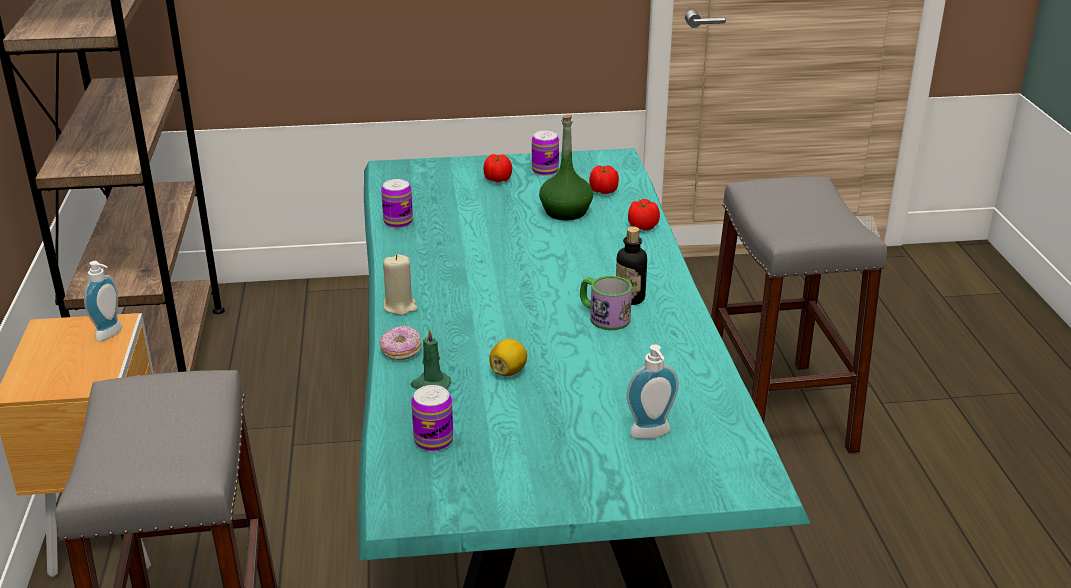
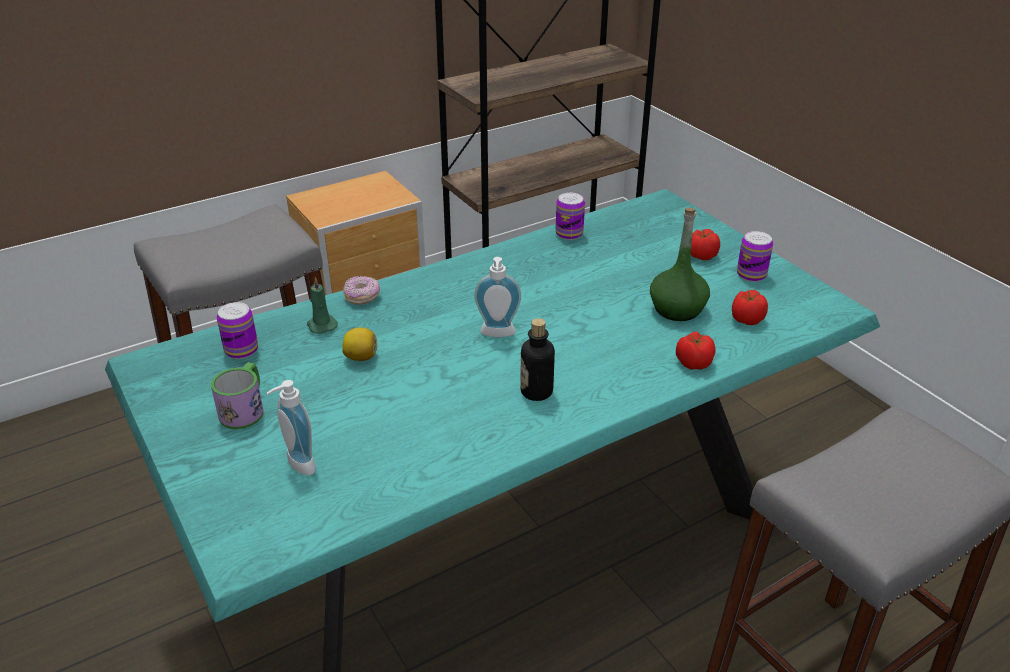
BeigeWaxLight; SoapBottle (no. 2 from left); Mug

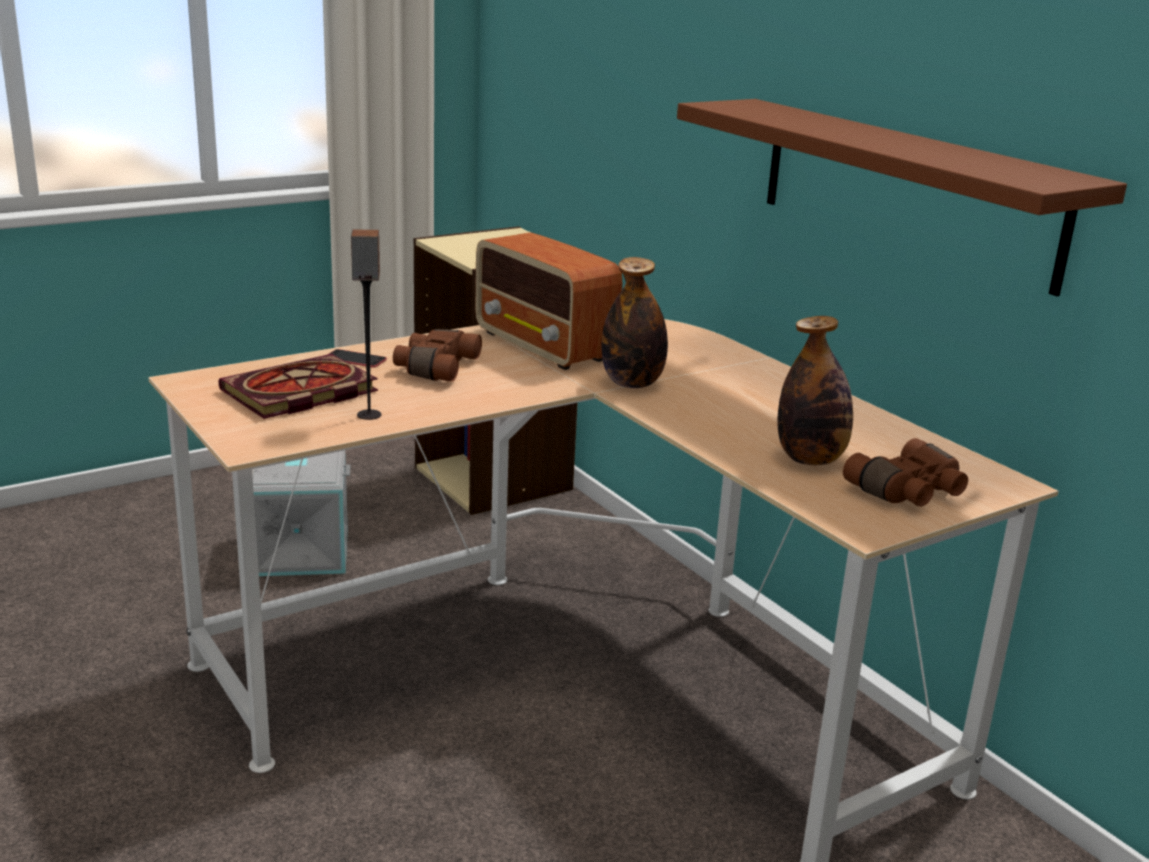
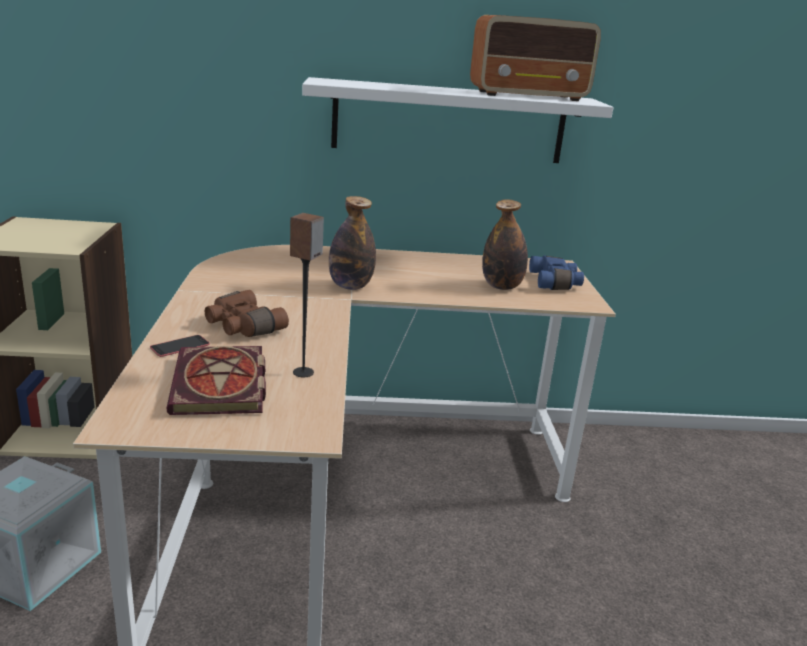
WhiteColouredShelf; RadioSet; BluishFieldGlasses

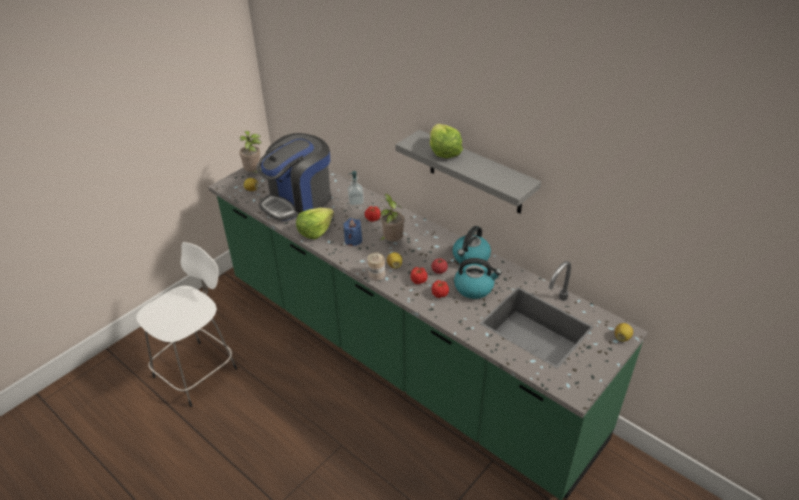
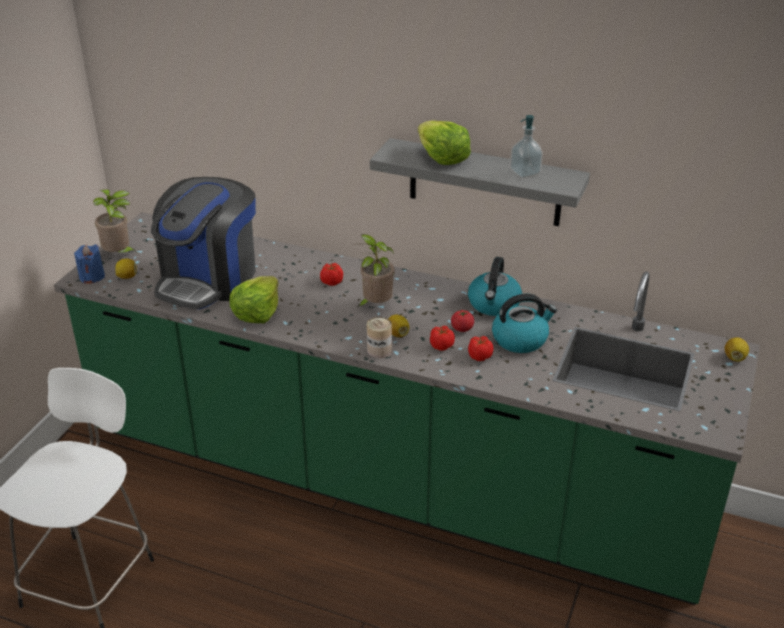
SoapBottle; BluishWaxLight

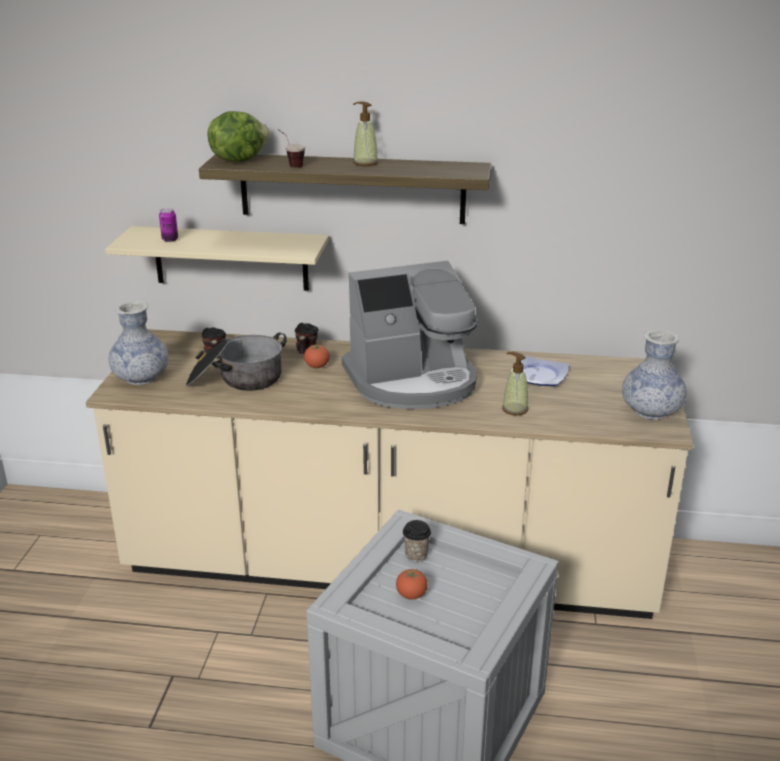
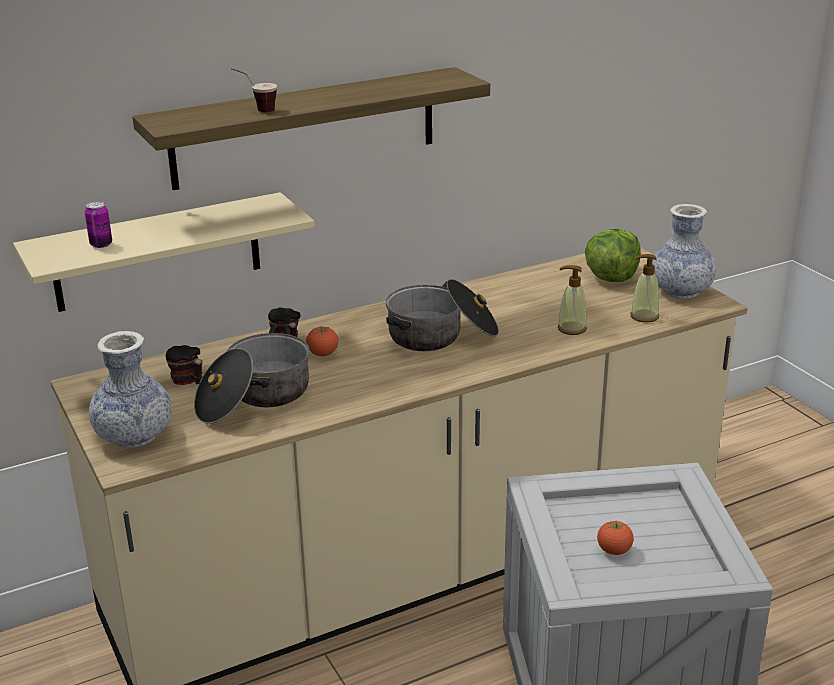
SoapBottle (no. 2 from left); HeadOfLettuce; CookingPot (no. 2 from left); DinnerPlate; DrinkingCup (no. 2 from left in the first image)

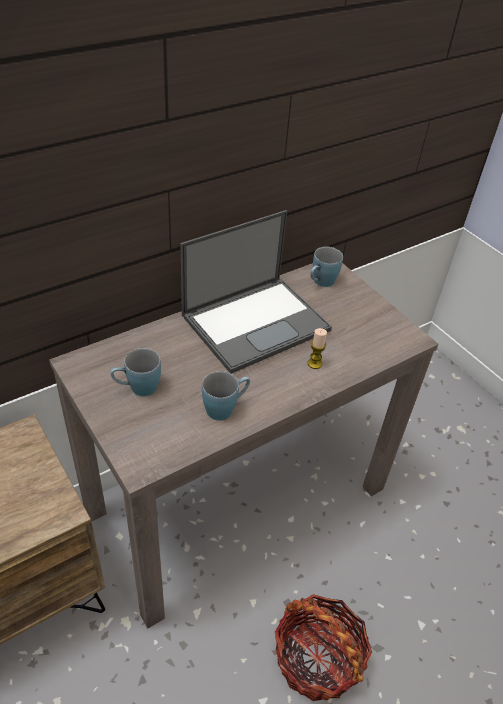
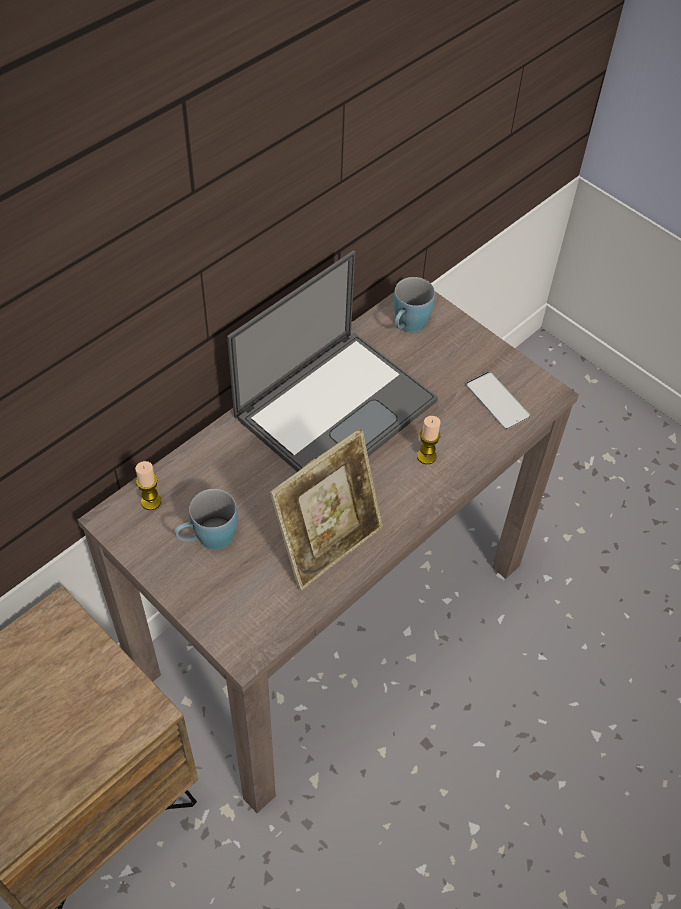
PictureFrame; StorageBasket; Telephone; WaxLight (no. 1 from left)

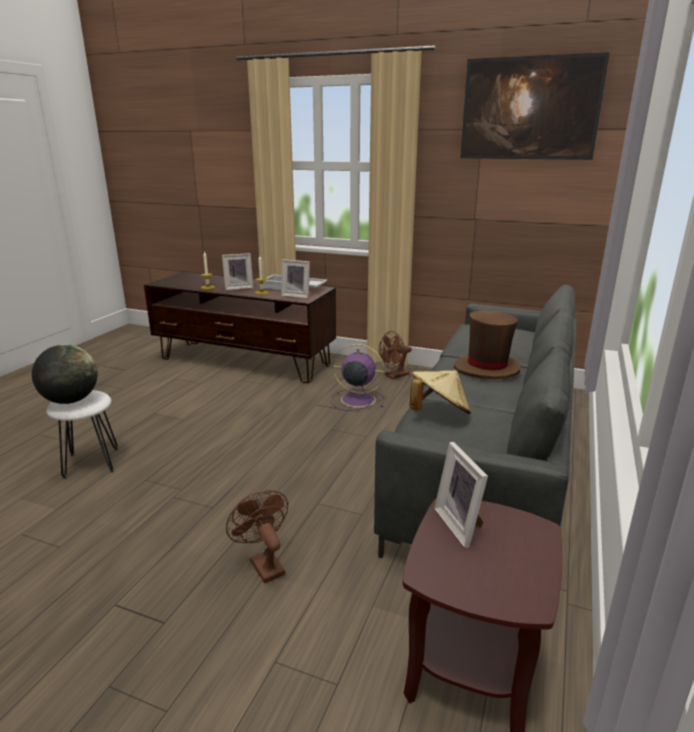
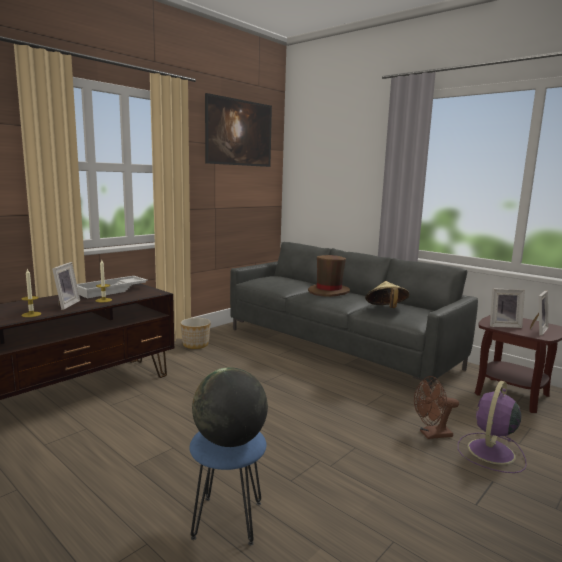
PictureFrame (no. 3 from left); PlantPot; PurpleElectricFan; BluishStoolSeat

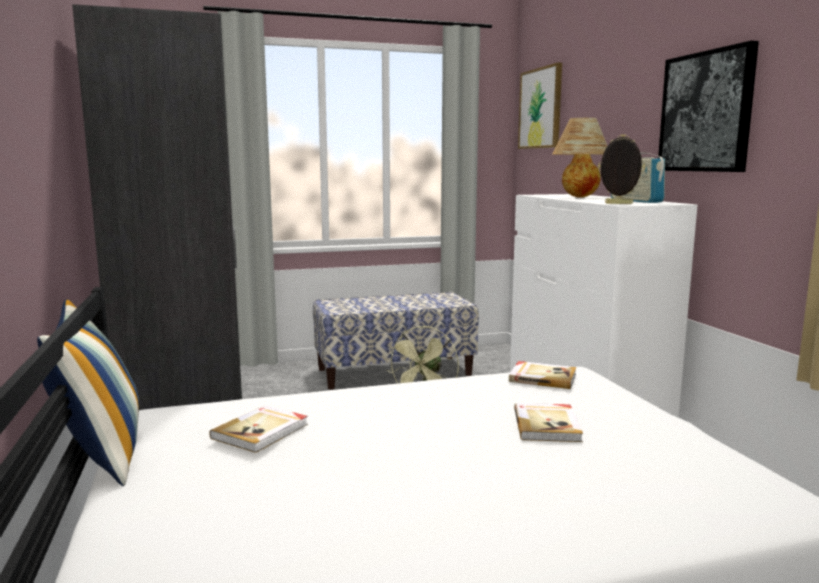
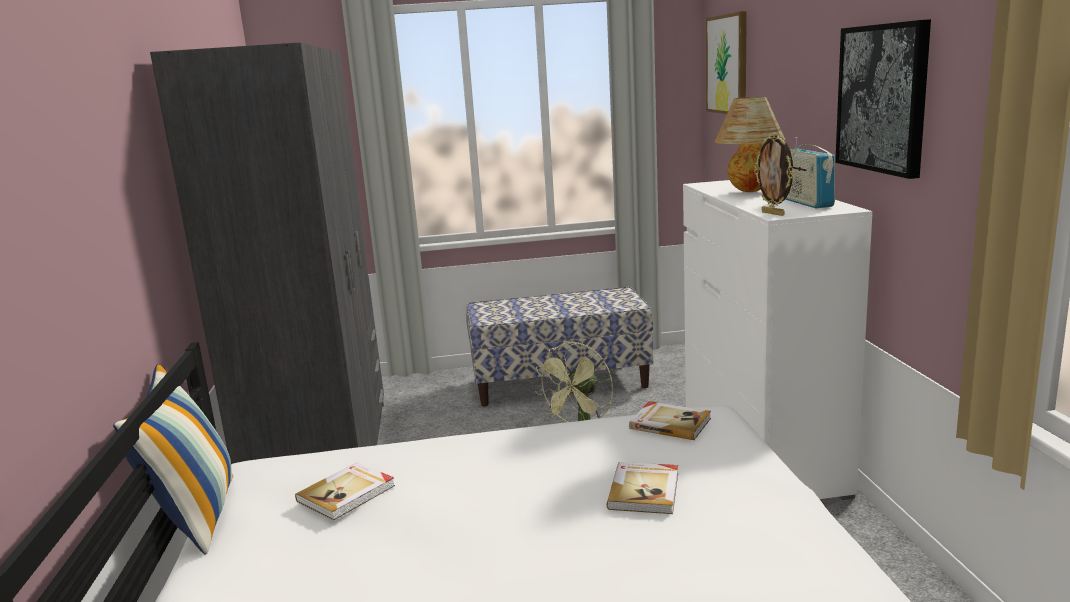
PictureFrame

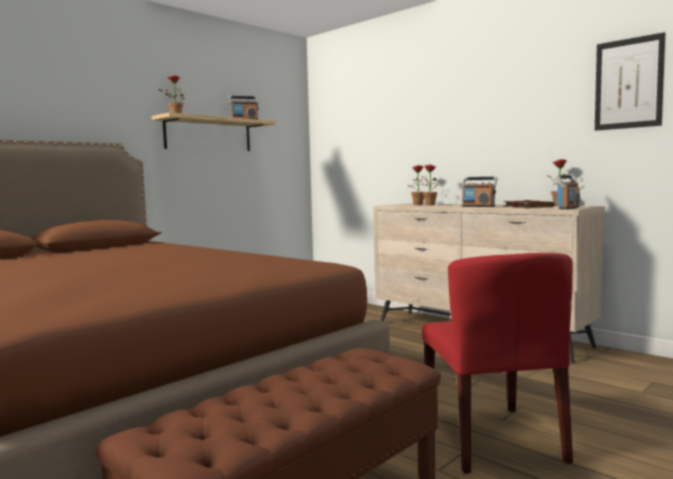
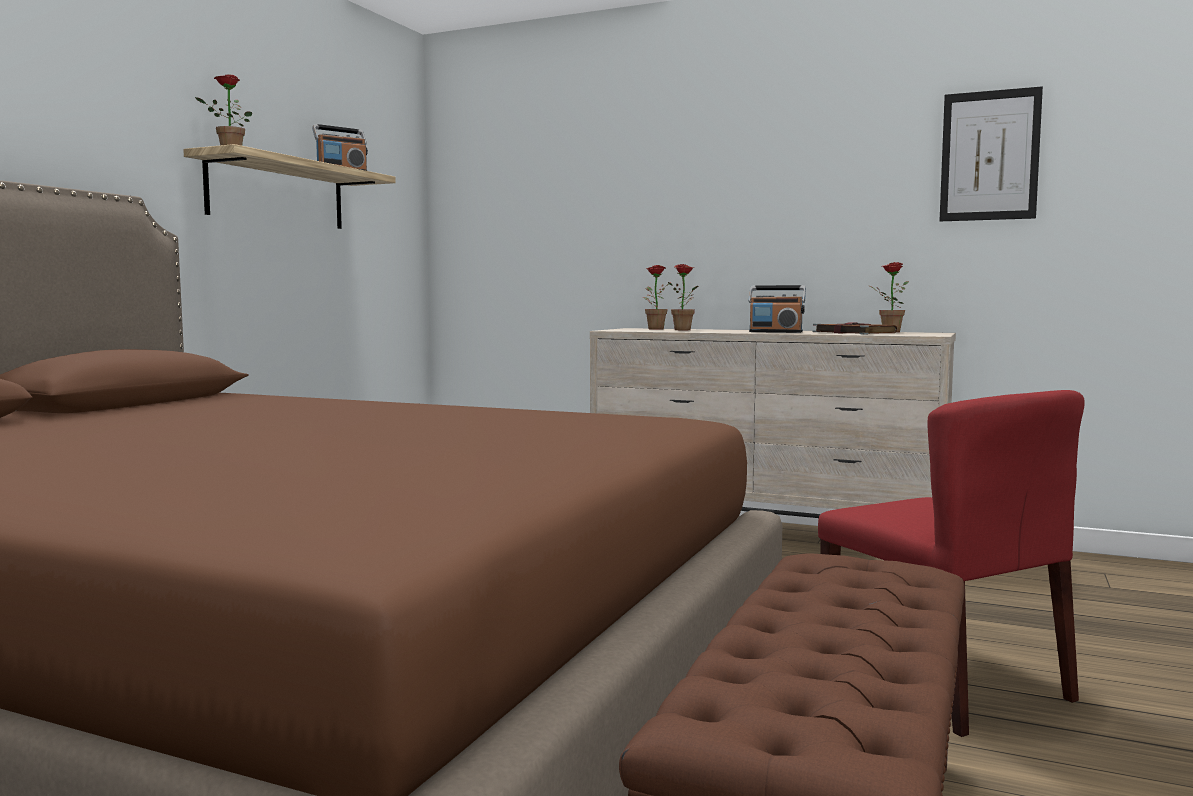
RadioSet (no. 3 from left in the first image)

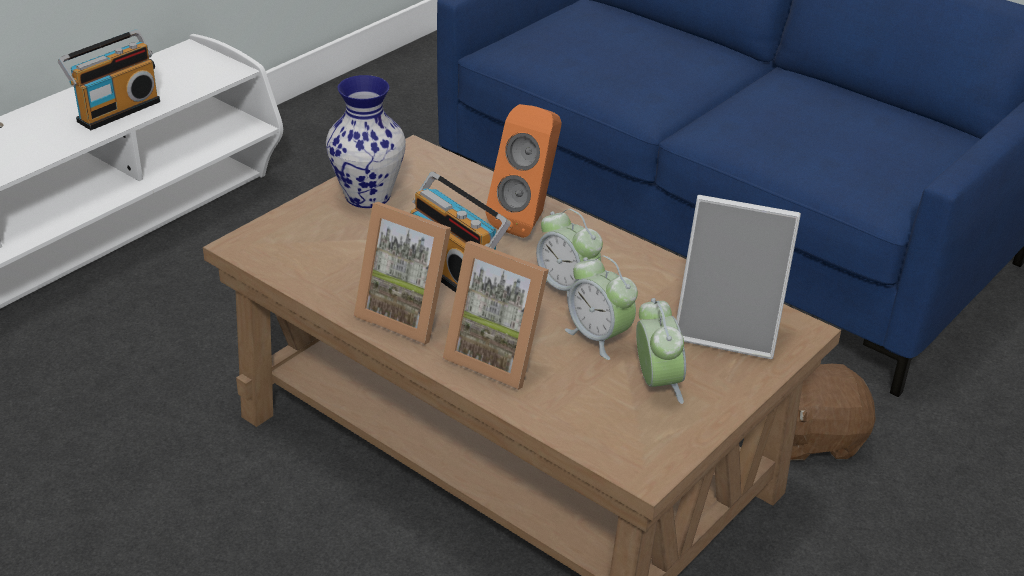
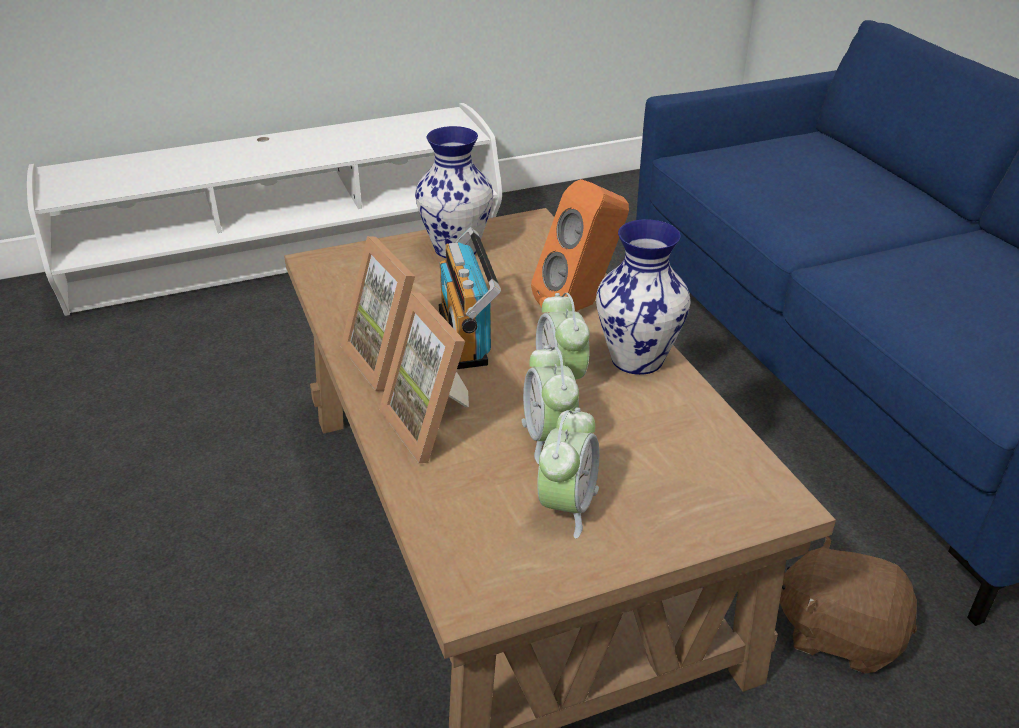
RadioSet (no. 1 from left in the first image); PictureFrame (no. 3 from left in the first image); Vase (no. 2 from left)

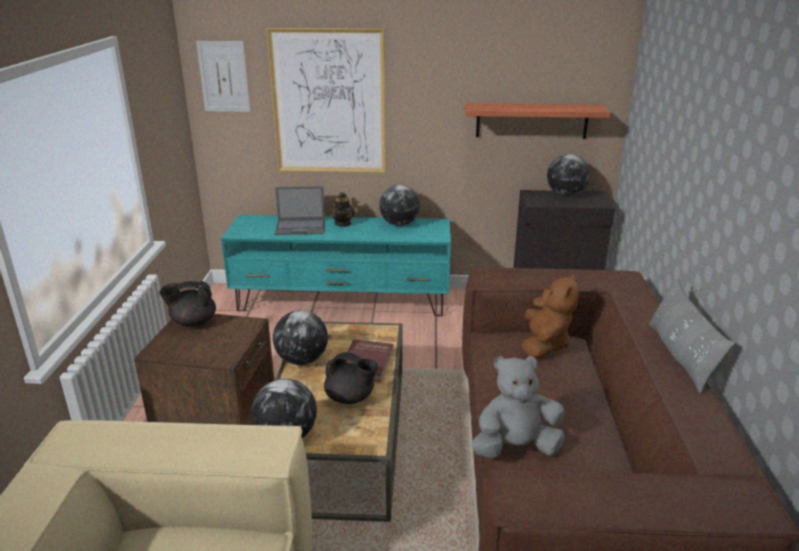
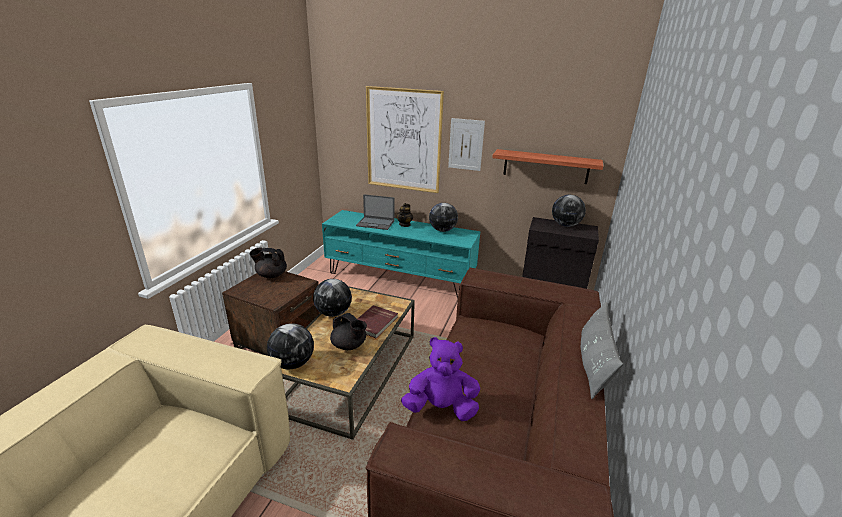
WallArt (no. 2 from left); BrownPlushToy; PurplePlushToy

